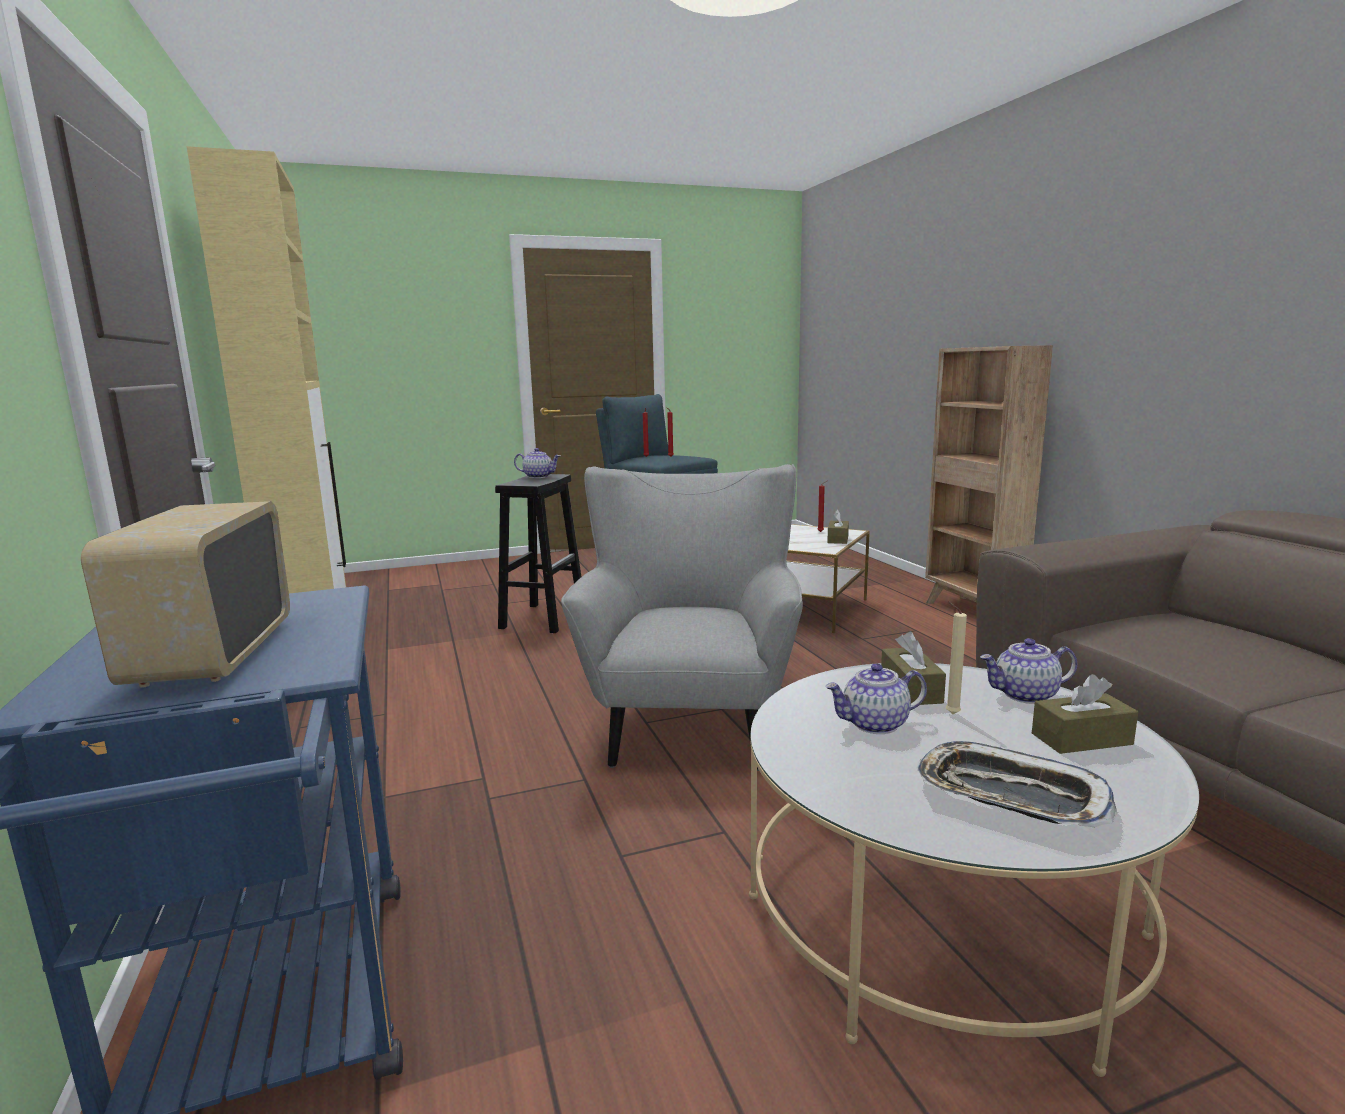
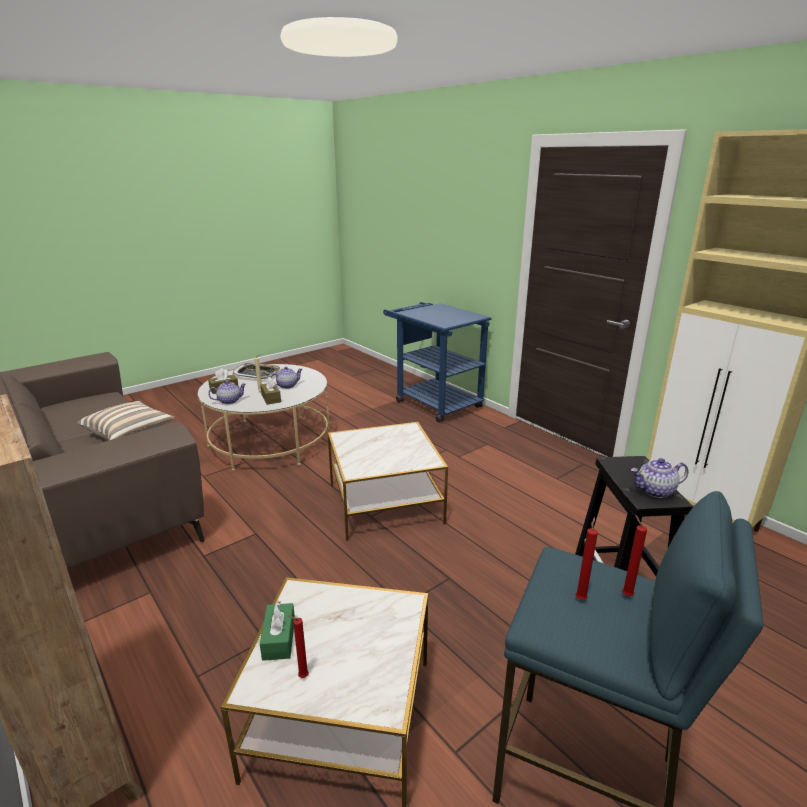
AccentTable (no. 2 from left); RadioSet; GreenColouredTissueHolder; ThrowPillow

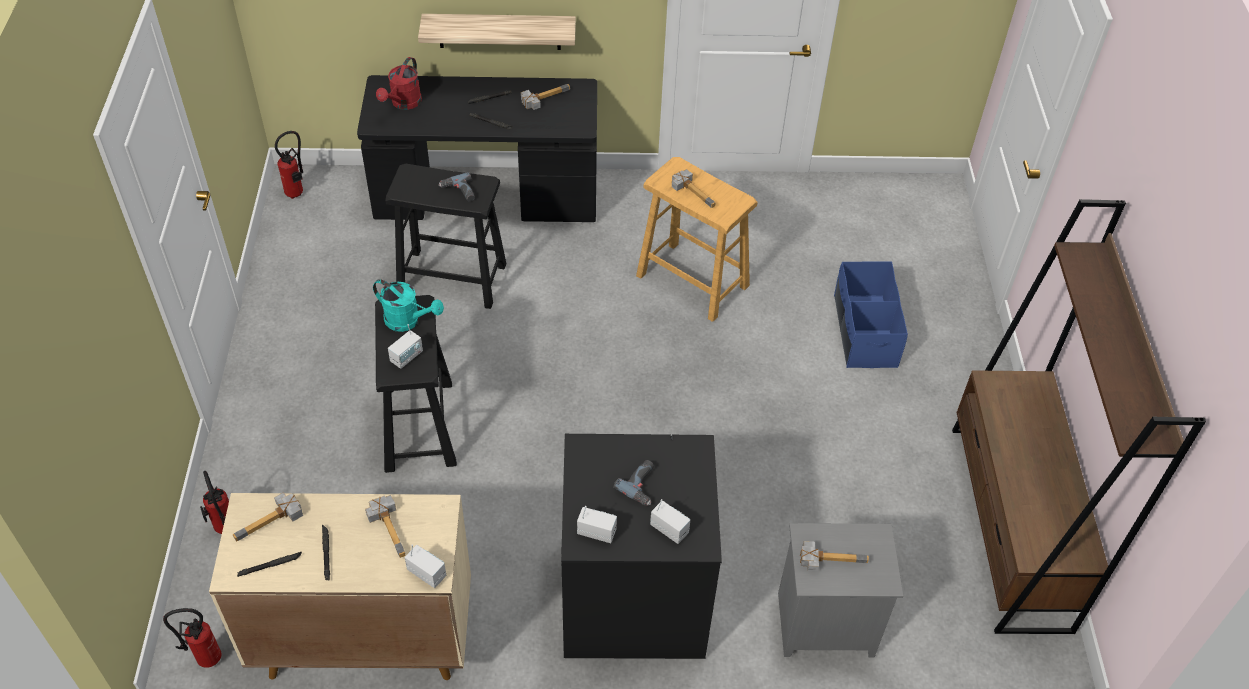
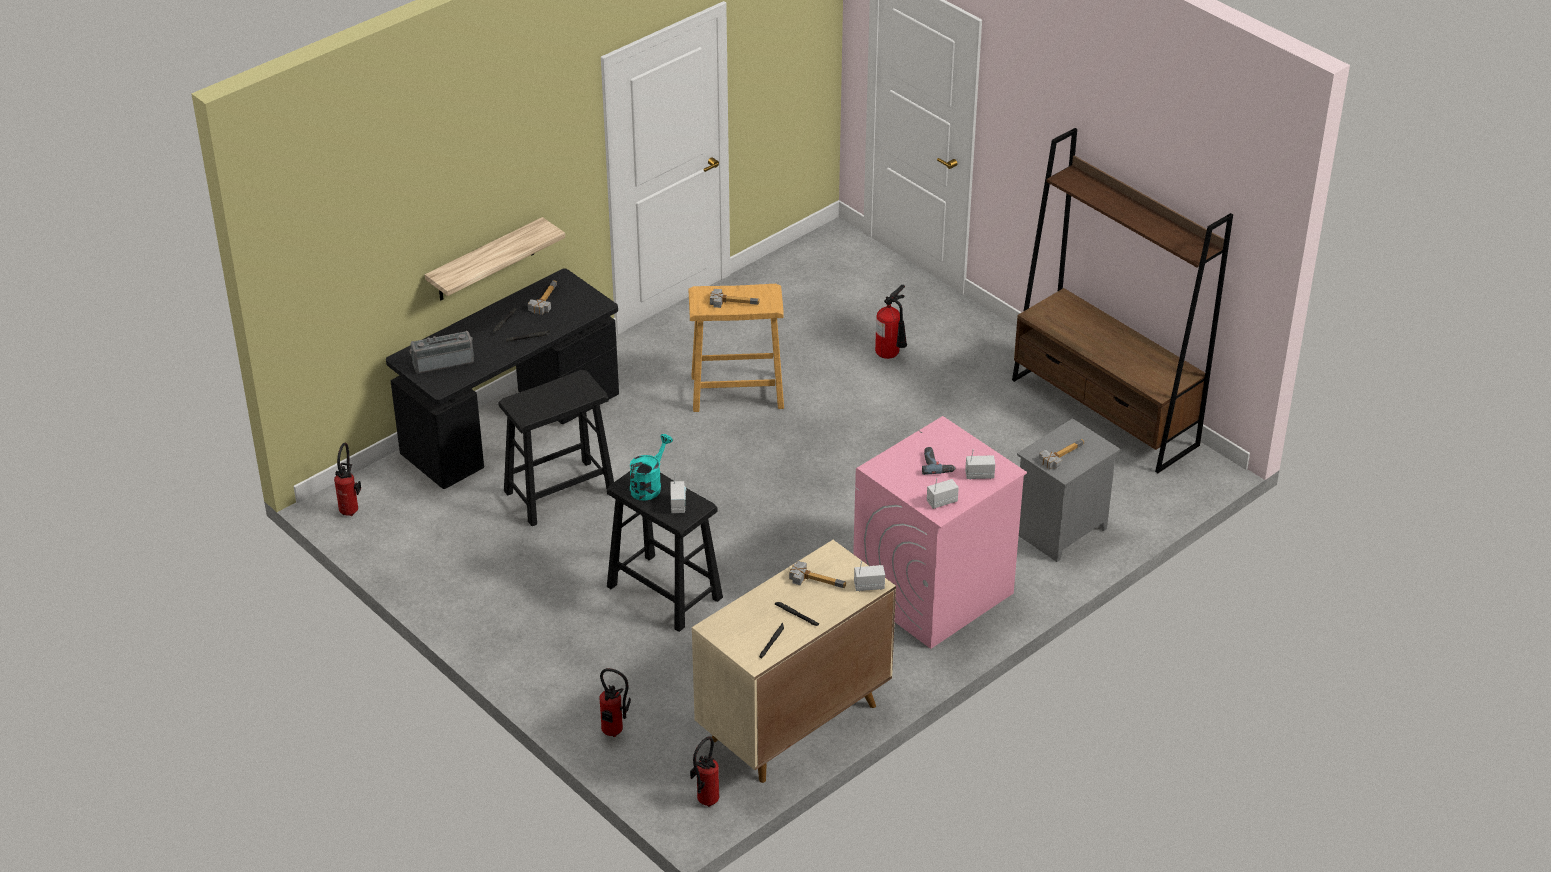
RadioSet (no. 1 from left); PowerDrill (no. 1 from left in the first image); FireExtinguisher (no. 4 from left); BlueGreenWateringPot; PinkLaundryAppliance; HandHammer (no. 1 from left in the first image)

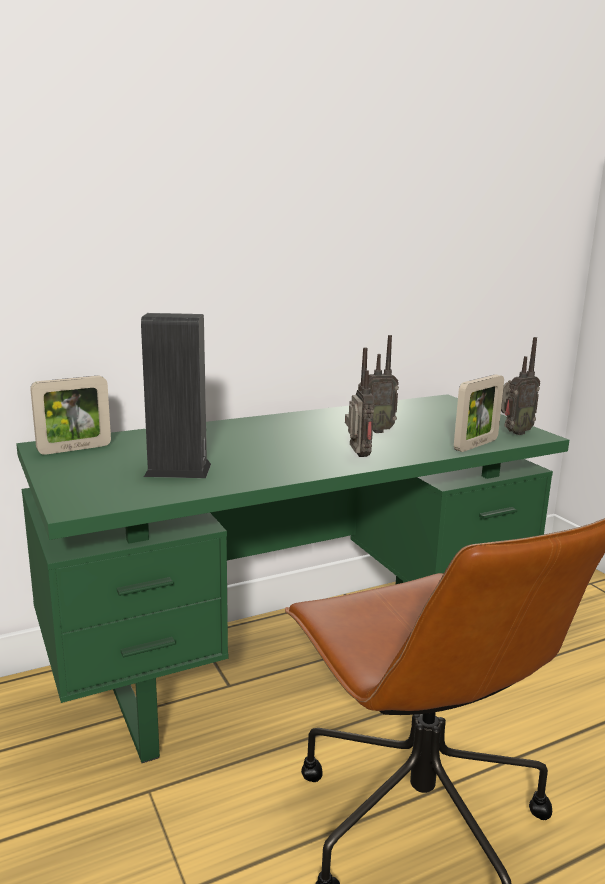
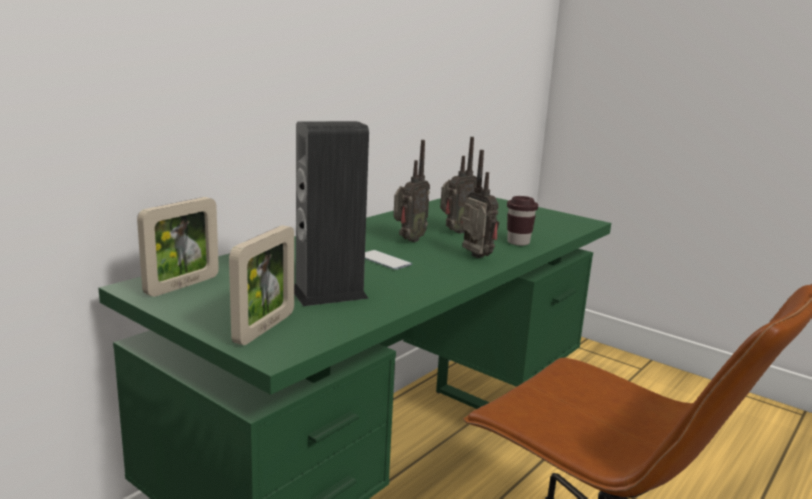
RadioSet (no. 1 from left); PictureFrame (no. 2 from left); BrownDrinkingCup; Telephone

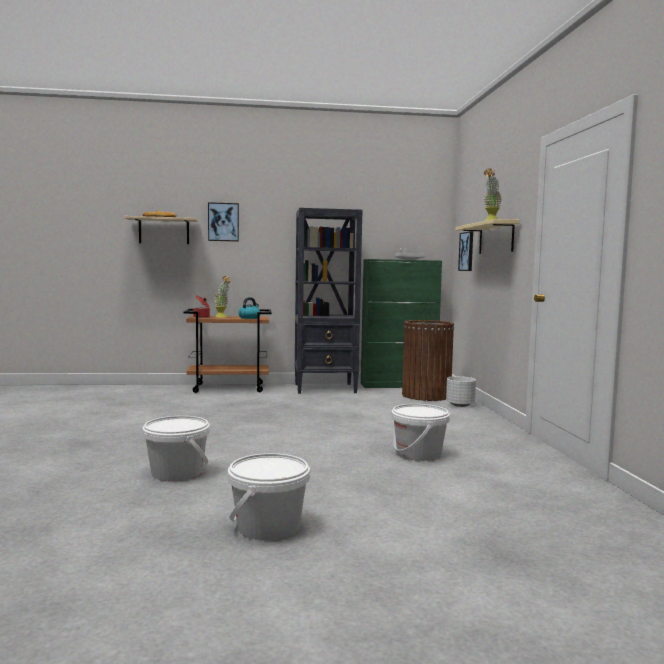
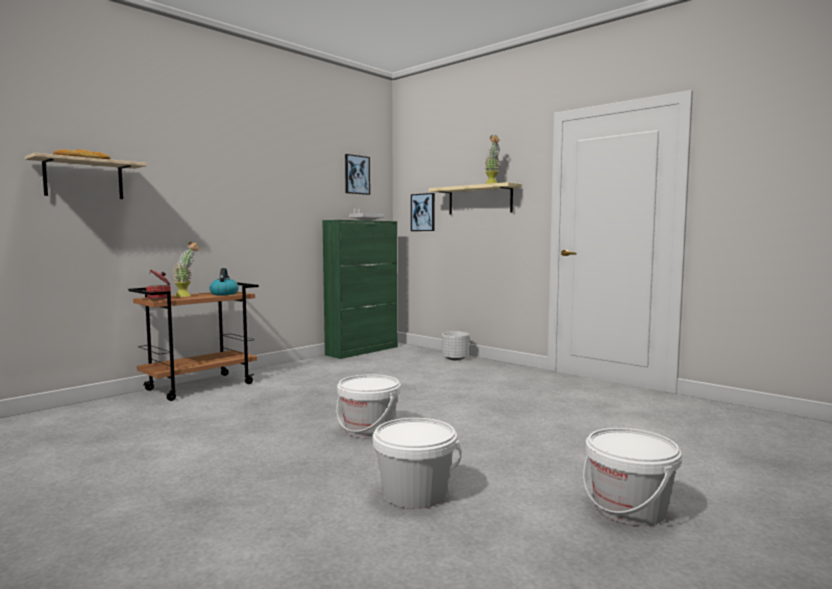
WallArt (no. 1 from left); BlackishBookshelf; BrownRubbishBin; WhiteColouredWaterBucket (no. 1 from left)

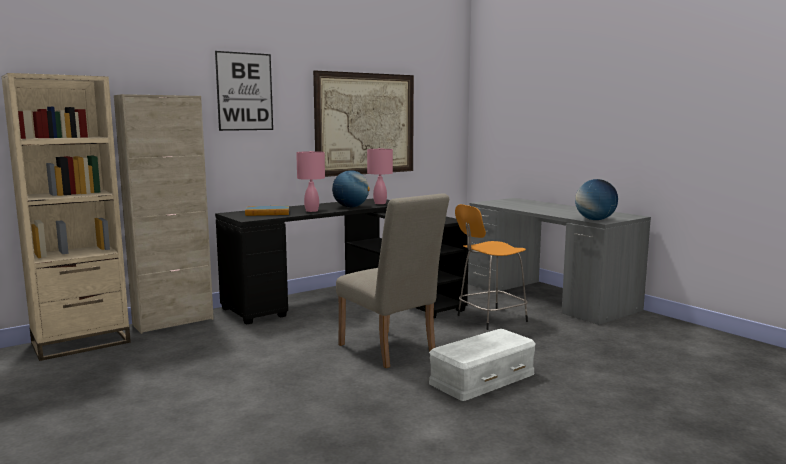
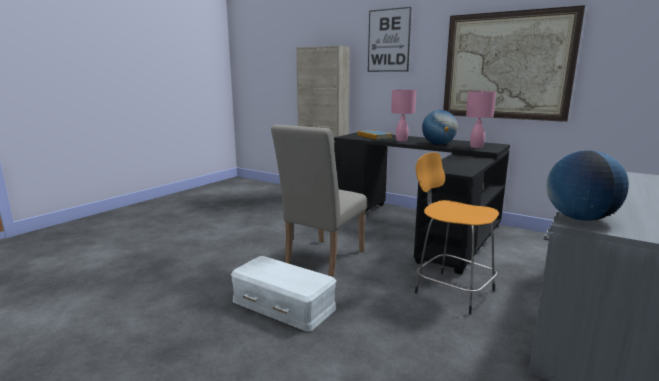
BeigeBookshelf

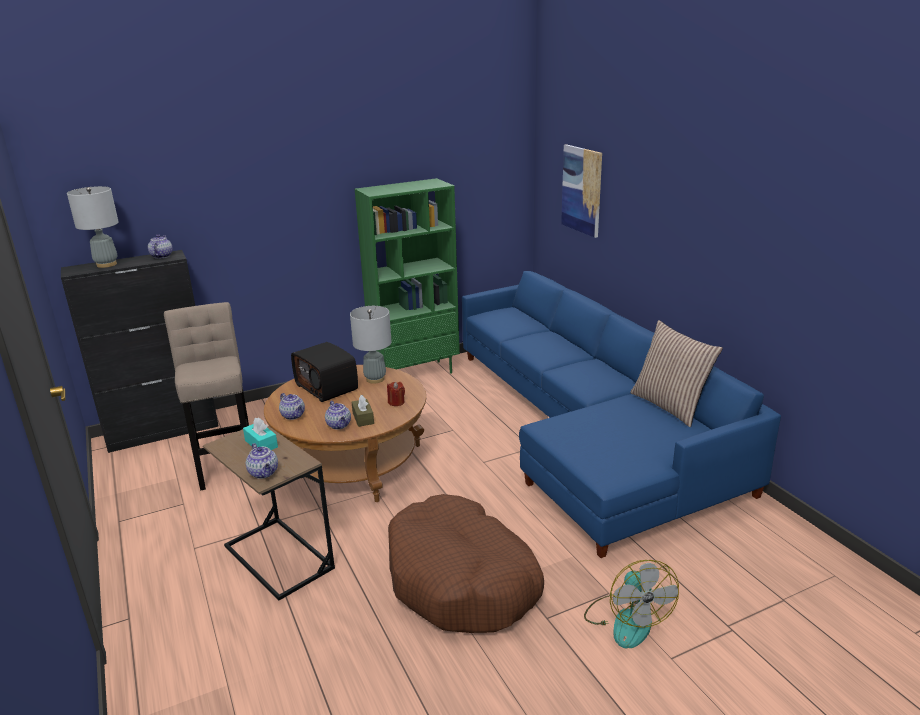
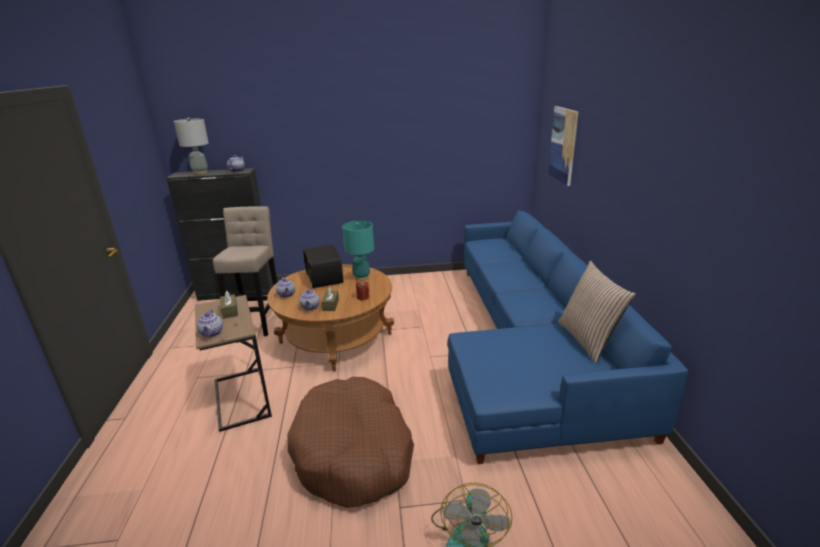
GreenColouredBookshelf; BlueGreenLampForATable; BrownTissueHolder (no. 1 from left)

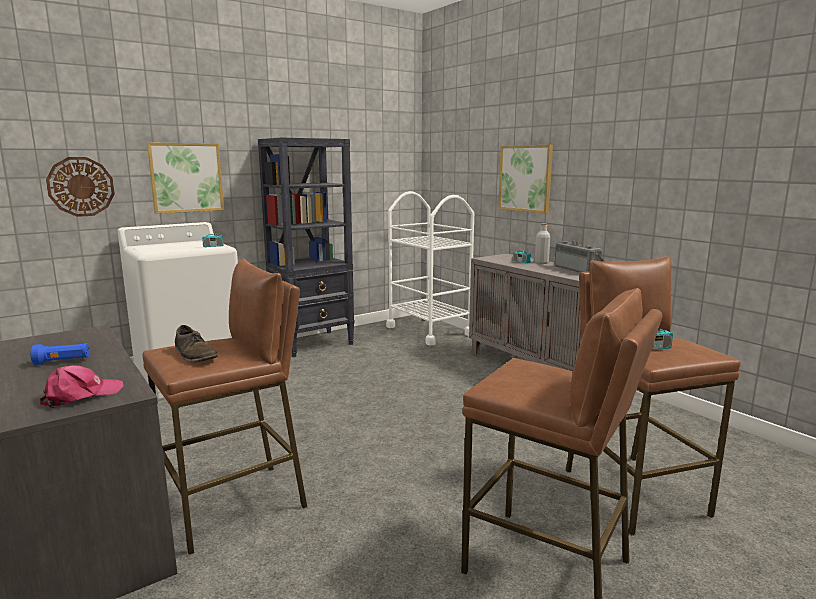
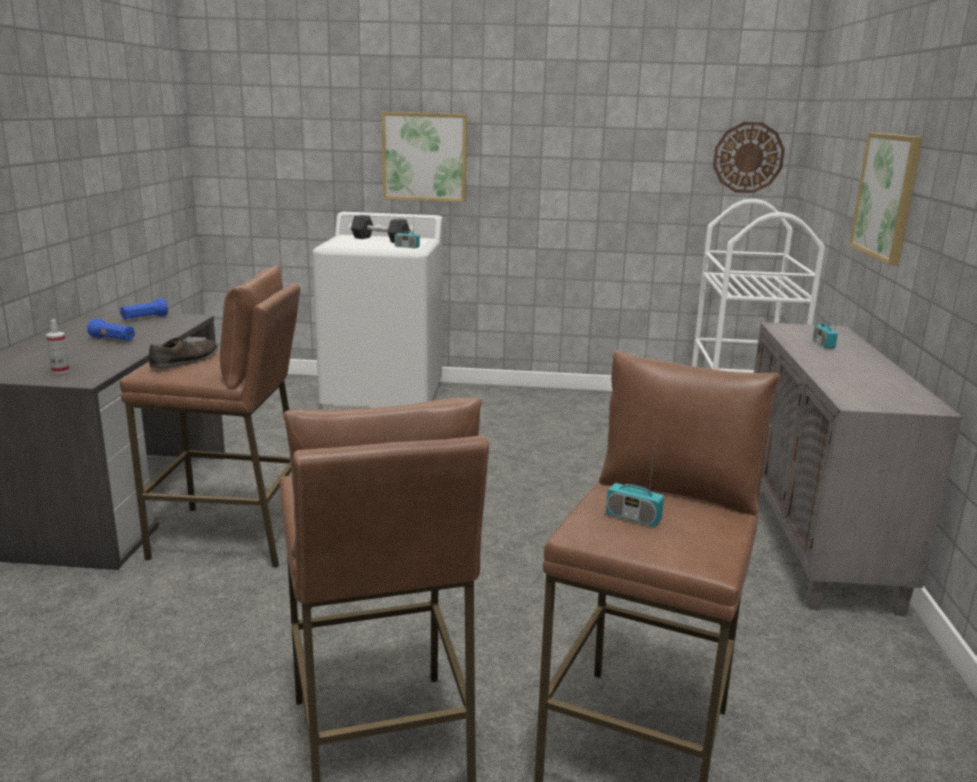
BlackishBookshelf; HangingClock; GrayDrinkBottle; RadioSet (no. 3 from left in the first image); BrownShoe; Sprayer; GrayFreeWeight; BluishFlashlight (no. 2 from left)

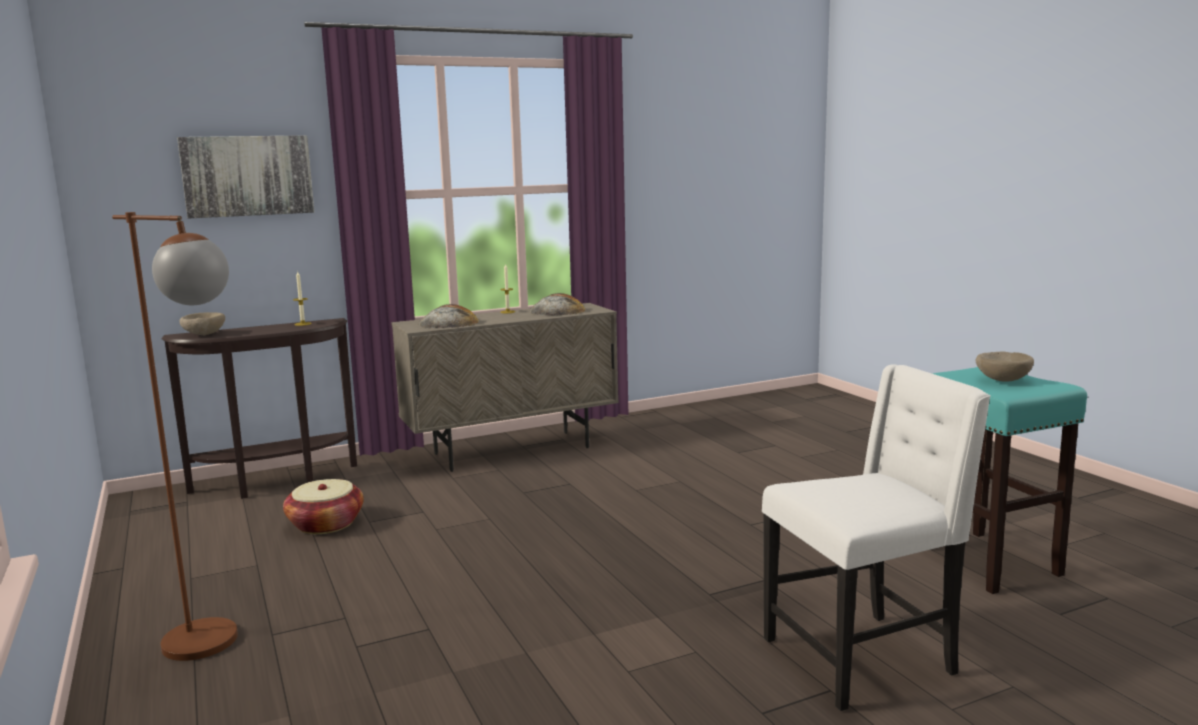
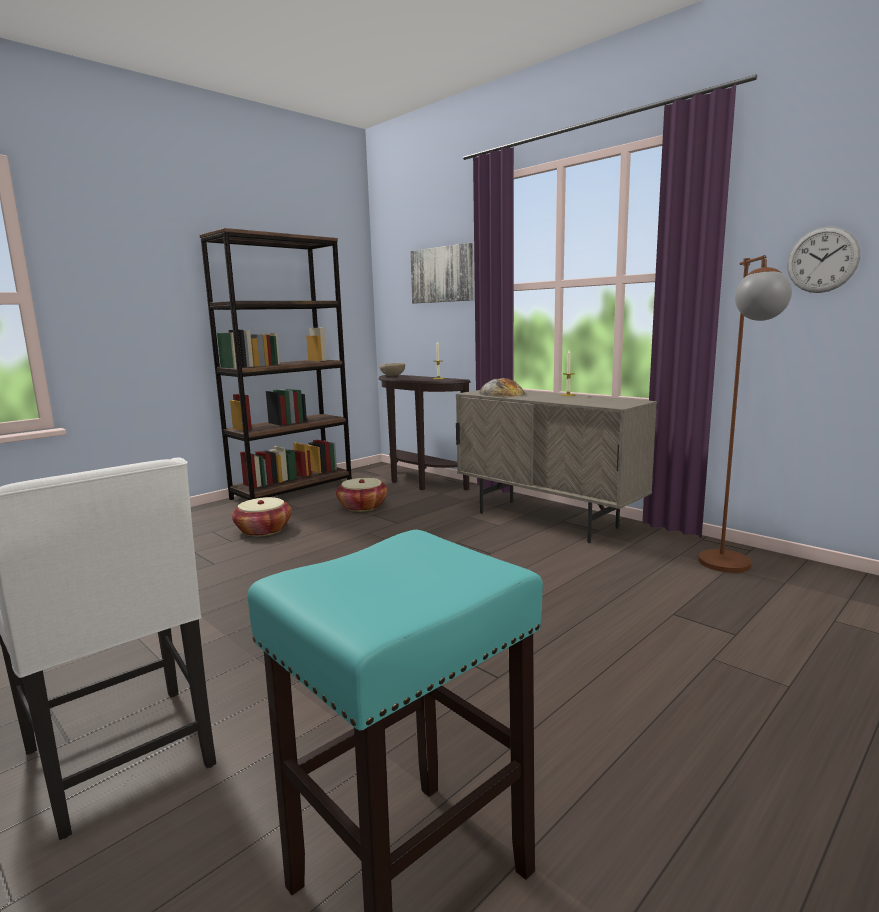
BrownStandingLamp; BakeryBread (no. 2 from left in the first image); BeigeServingBowl (no. 2 from left in the first image); HangingClock; BrownBookshelf; StorageBasket (no. 1 from left)

